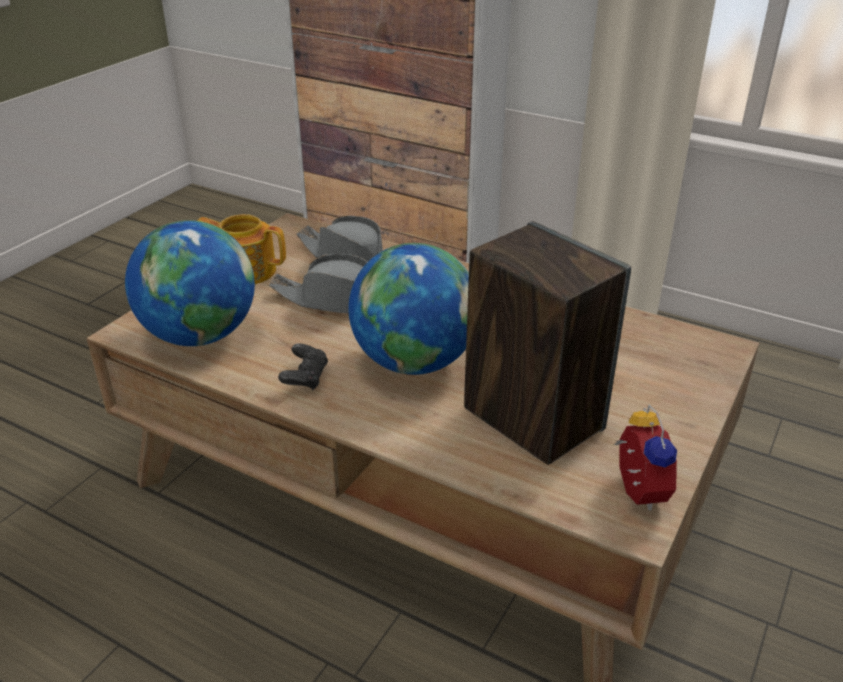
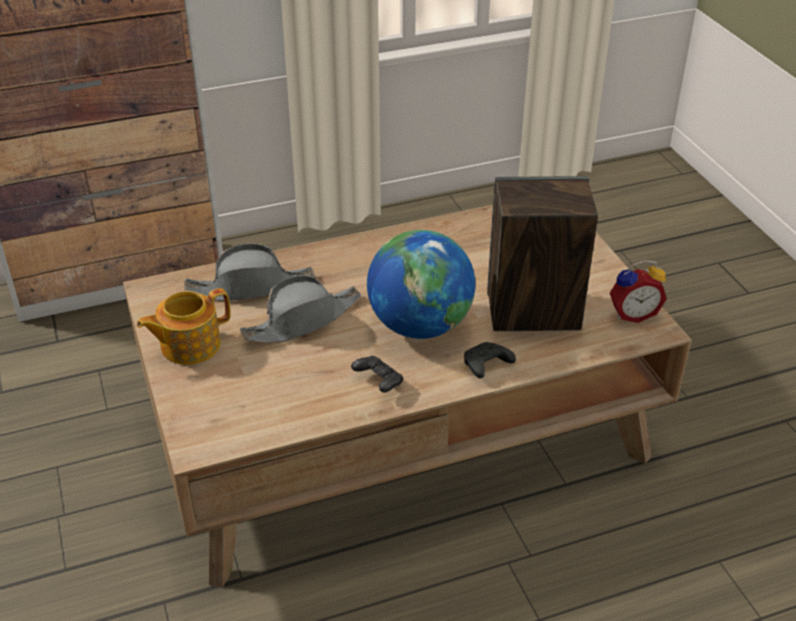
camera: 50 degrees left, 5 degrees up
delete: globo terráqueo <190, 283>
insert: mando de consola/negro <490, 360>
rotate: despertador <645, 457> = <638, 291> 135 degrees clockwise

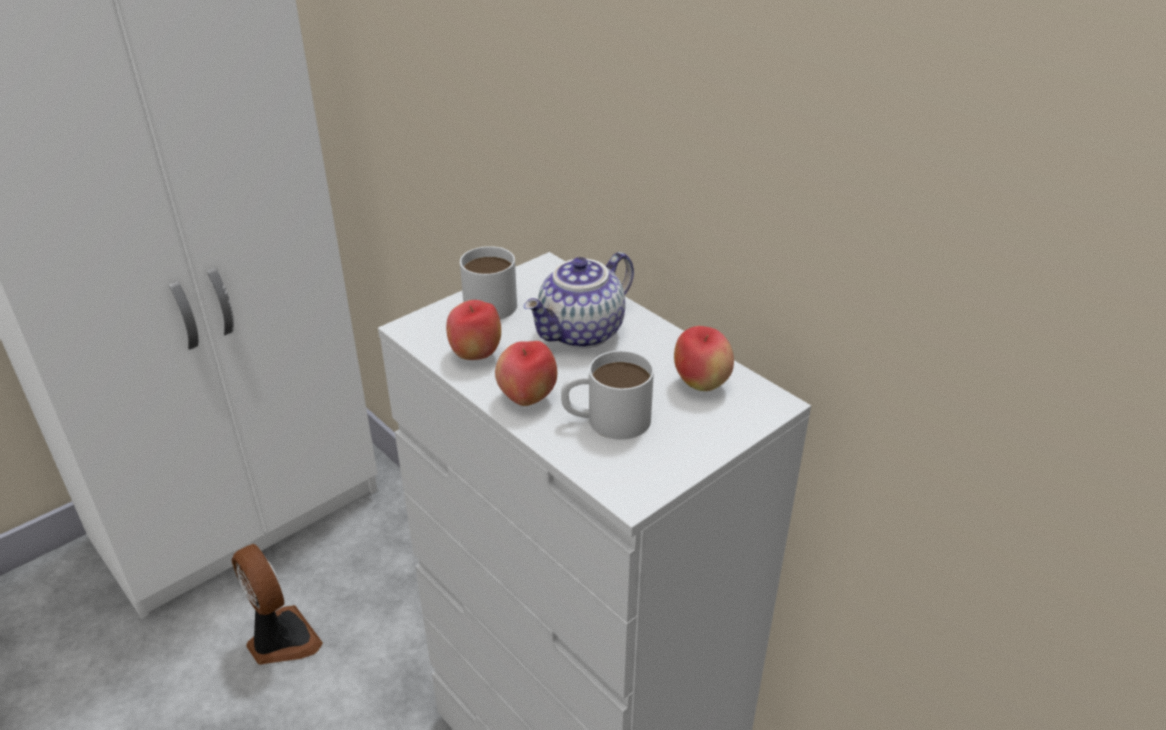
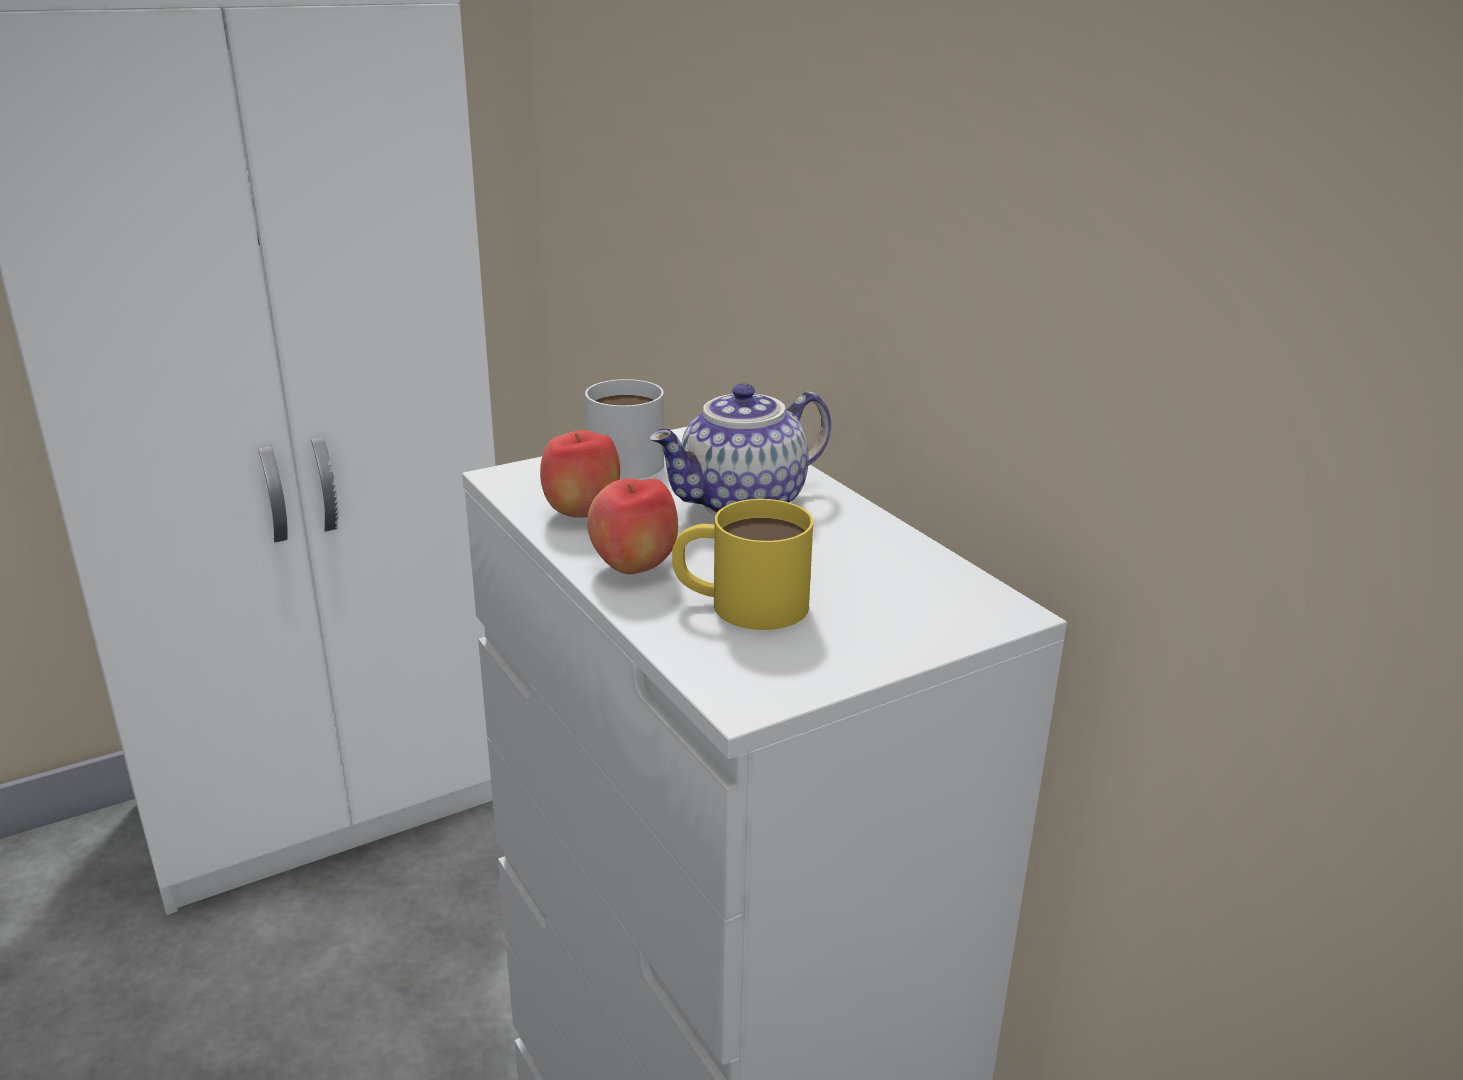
camera: 10 degrees right, 10 degrees down
delete: ventilador <277, 604>; manzana <704, 358>
recolor: taza grande/blanco <607, 395> to taza grande/amarillo <742, 564>

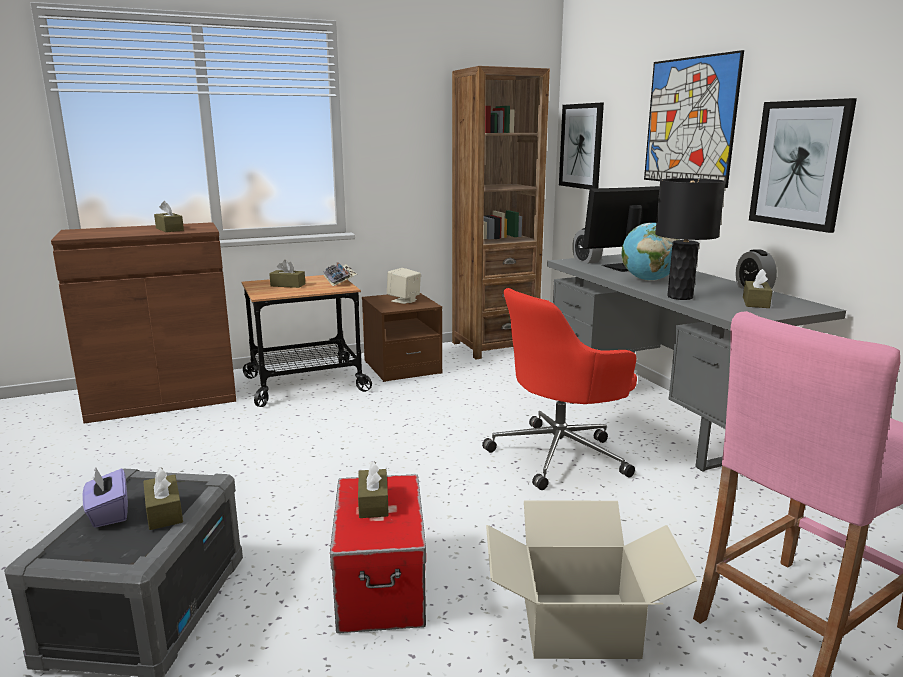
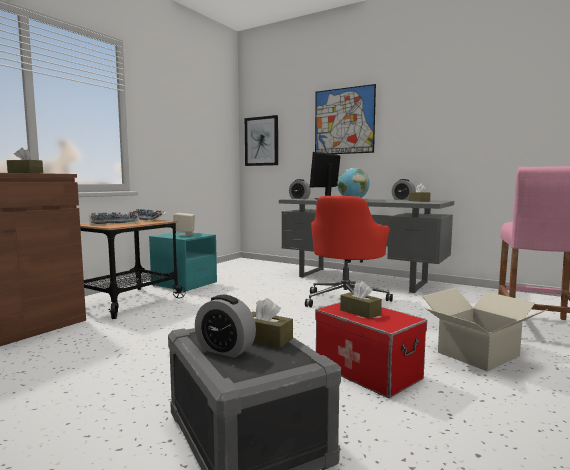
camera: 35 degrees left, 10 degrees down
delete: estantería/marrón <501, 212>; lámpara de mesa/negro <690, 239>; cuadro <803, 165>
replace: caja de pañuelos/marrón <287, 274> to teclado <114, 218>; caja de pañuelos/morado <105, 498> to despertador <225, 326>
recolor: mesita de noche/marrón <402, 337> to mesita de noche/turquesa <183, 261>

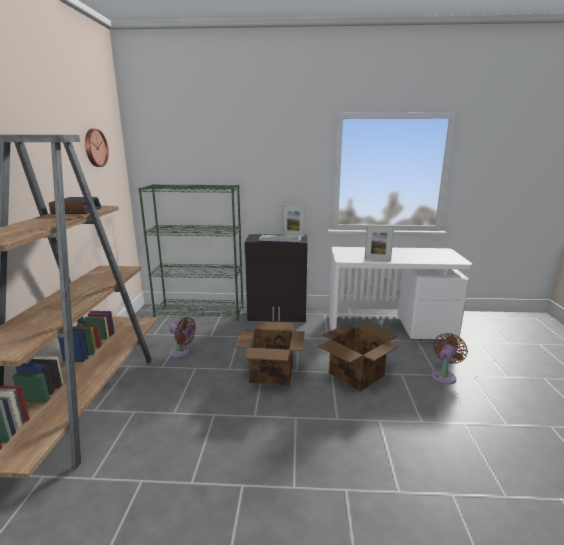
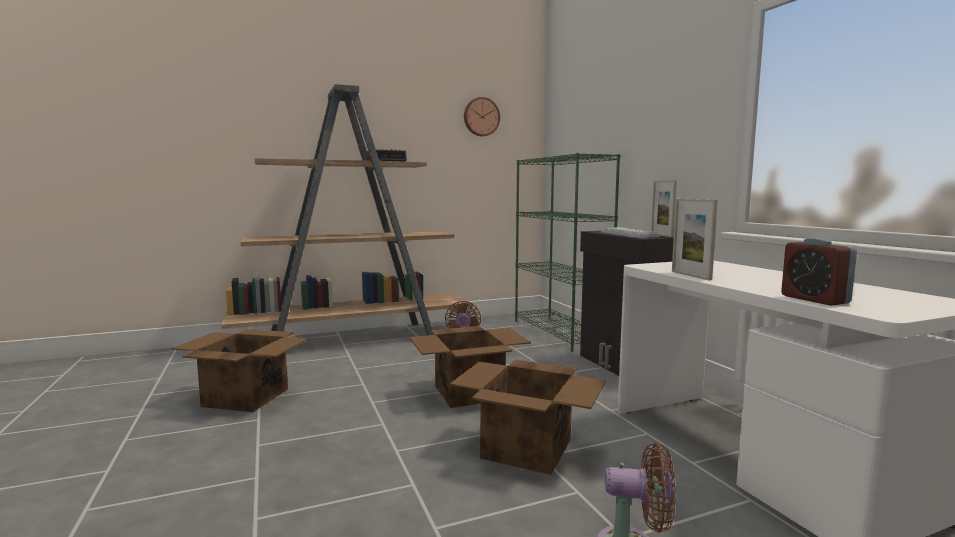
camera: 65 degrees right, 10 degrees down
insert: caja de cartón <240, 370>; despertador <819, 272>

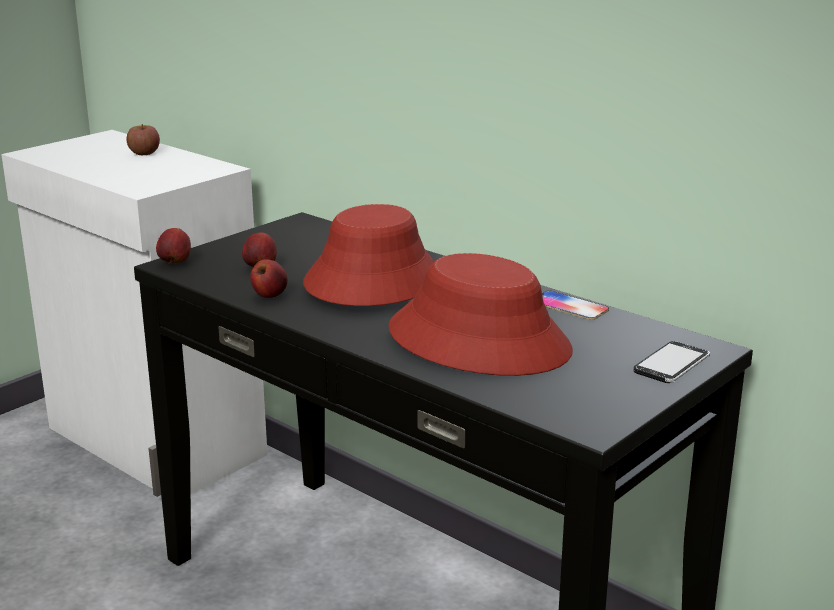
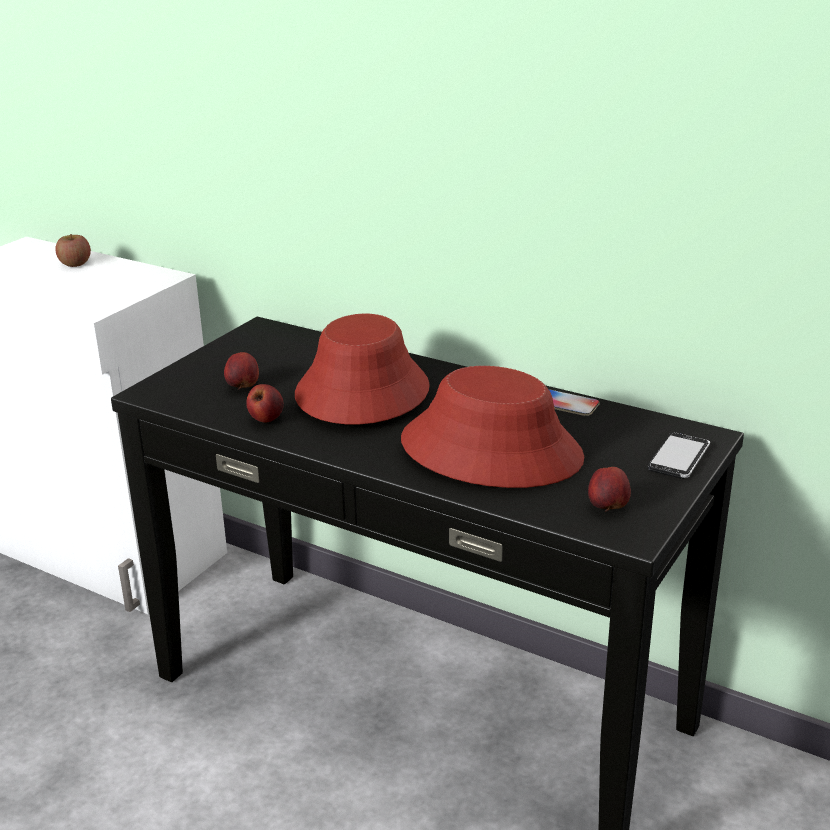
camera: 10 degrees left, 5 degrees up
move: manzana <173, 246> to <609, 489>

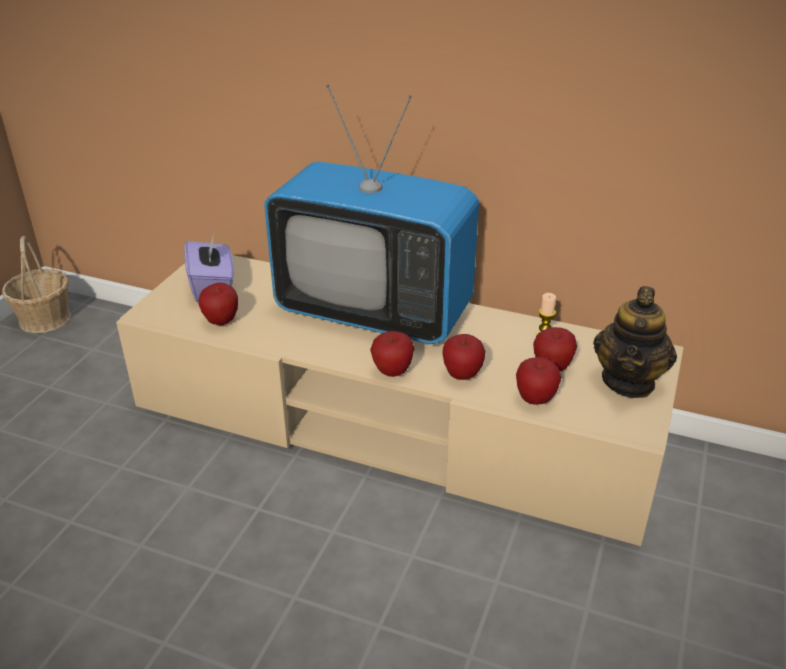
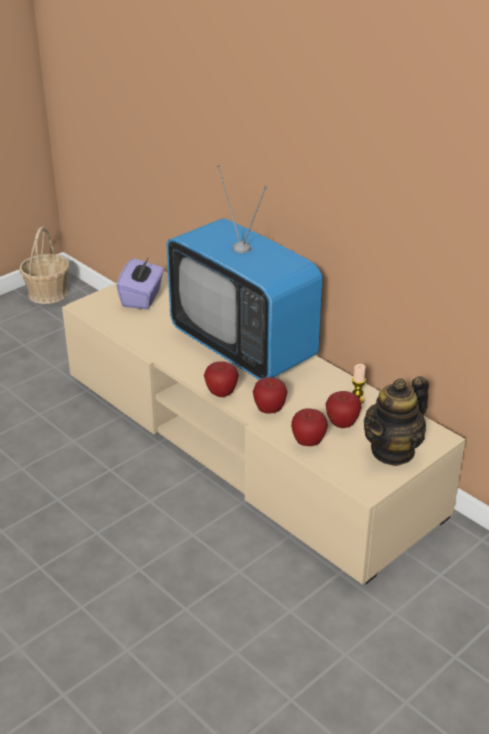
camera: 25 degrees right, 0 degrees up
delete: manzana <218, 303>

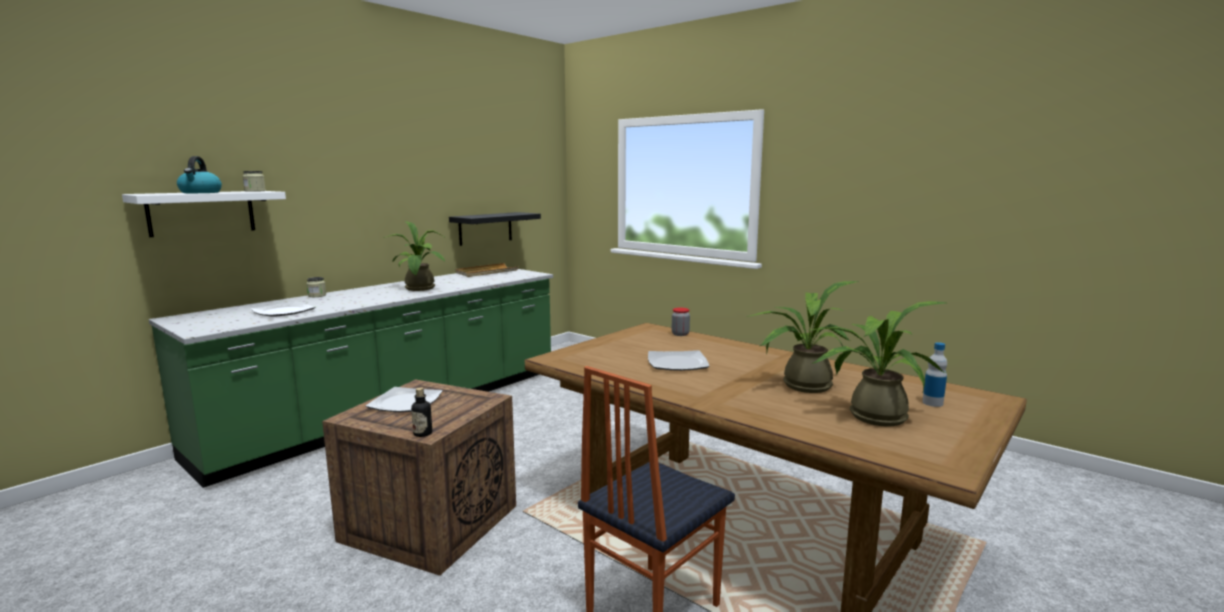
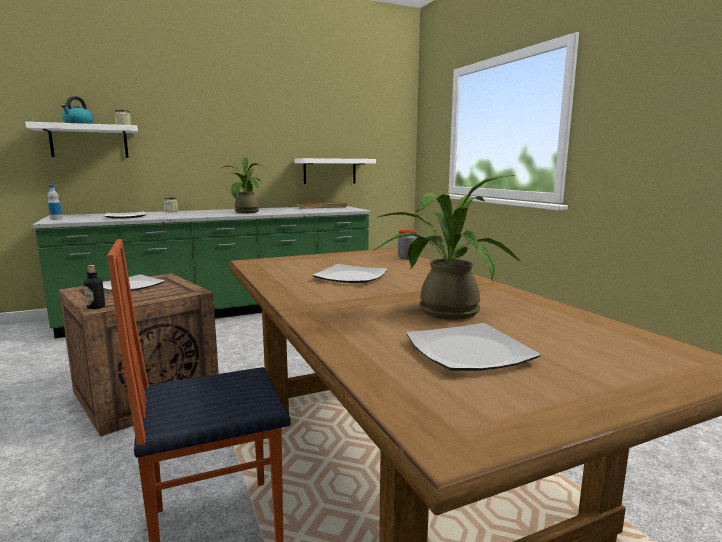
camera: 25 degrees right, 0 degrees up
move: botella <934, 374> to <55, 202>
replace: planta en maceta <878, 364> to plato <473, 347>
recolor: estante/negro <495, 229> to estante/blanco <335, 171>

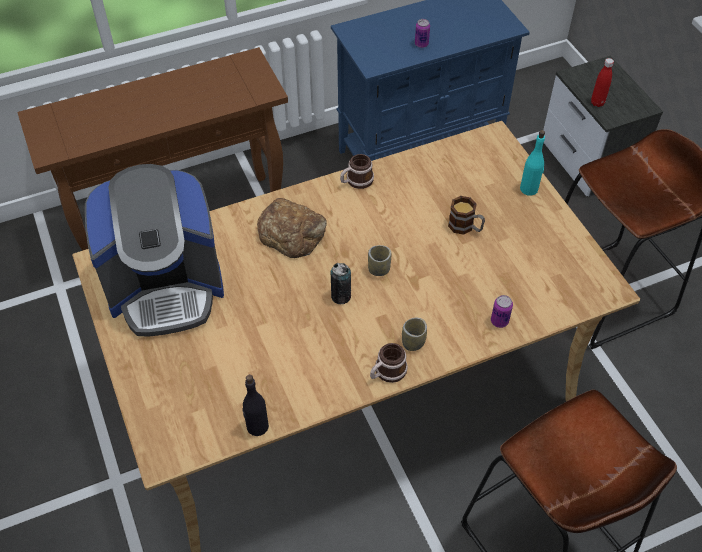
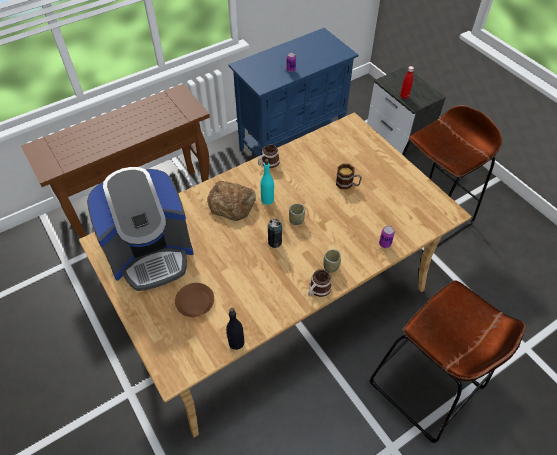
camera: 10 degrees left, 0 degrees up
insert: plato/marrón <194, 300>
move: botella/turquesa <532, 163> to <267, 182>

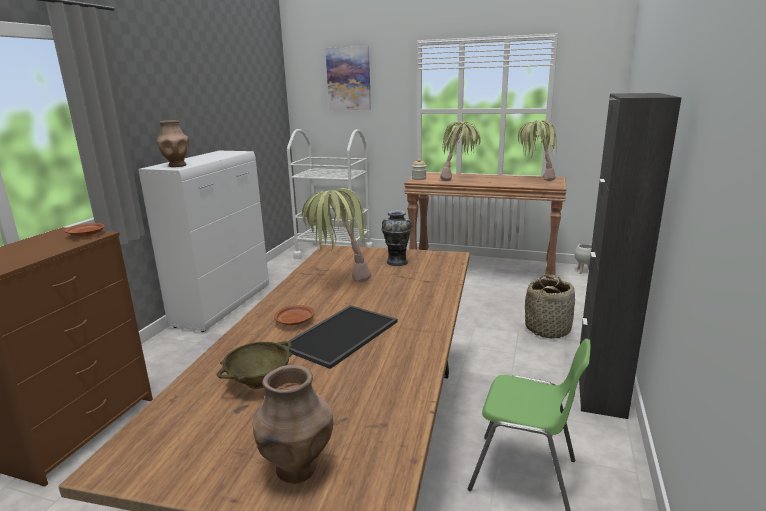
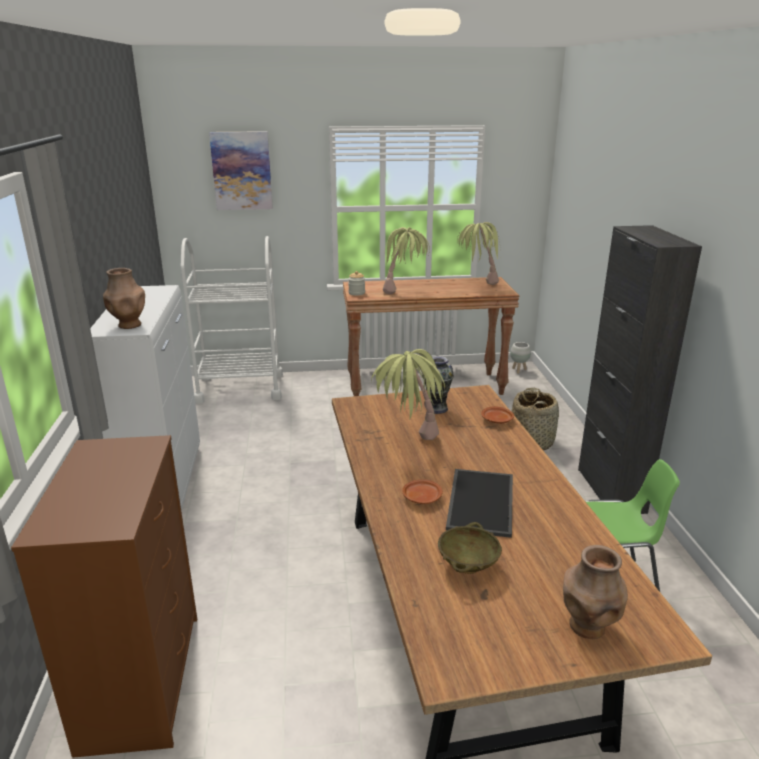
camera: 25 degrees left, 5 degrees up
move: plato/marrón <85, 230> to <497, 415>

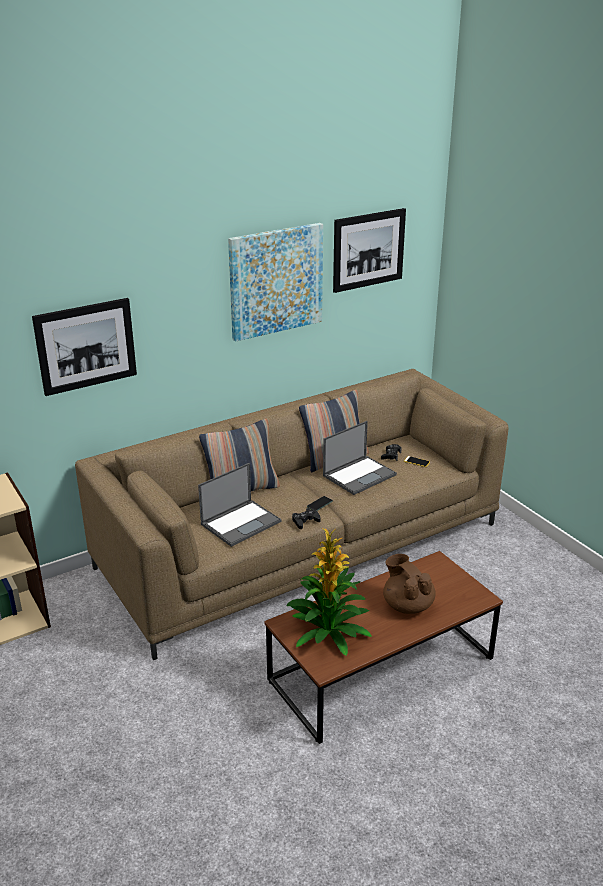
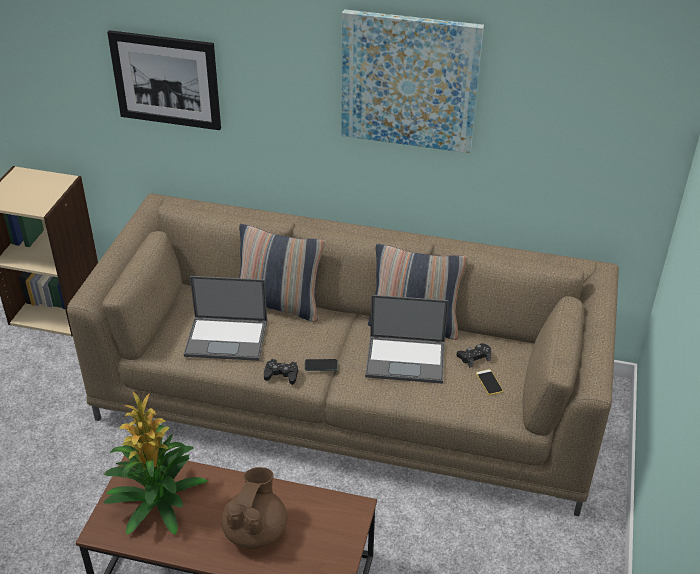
camera: 45 degrees right, 10 degrees up
delete: cuadro <369, 250>

